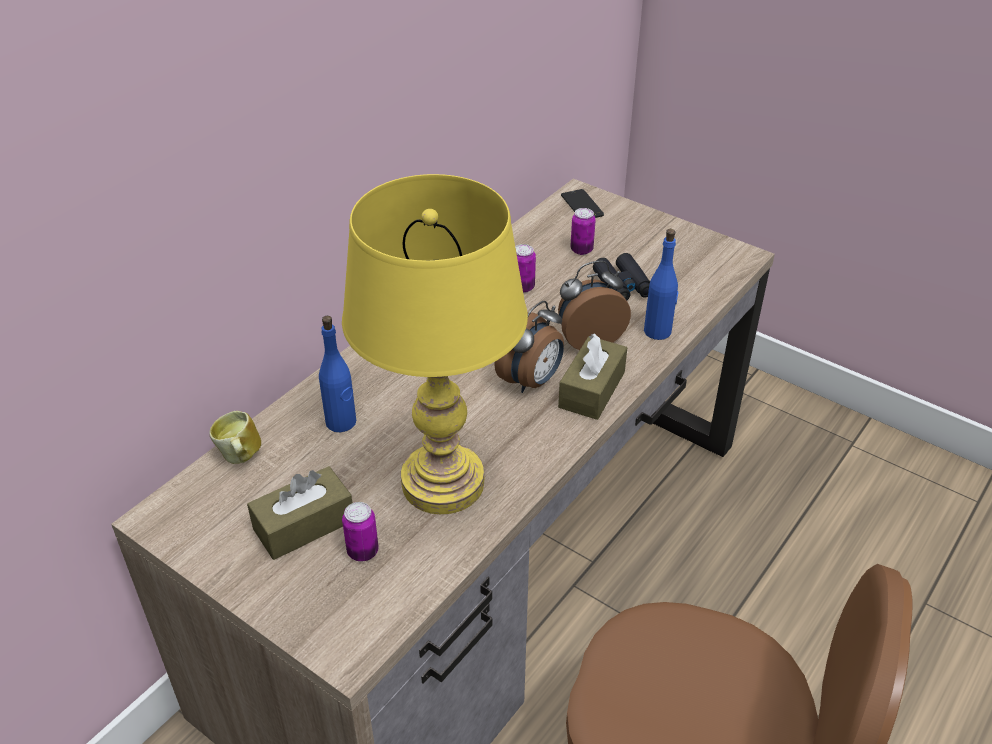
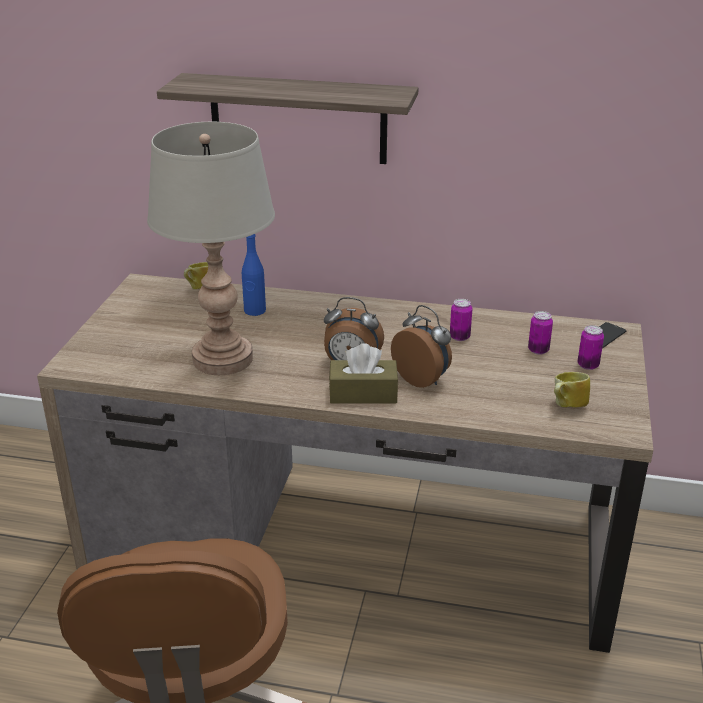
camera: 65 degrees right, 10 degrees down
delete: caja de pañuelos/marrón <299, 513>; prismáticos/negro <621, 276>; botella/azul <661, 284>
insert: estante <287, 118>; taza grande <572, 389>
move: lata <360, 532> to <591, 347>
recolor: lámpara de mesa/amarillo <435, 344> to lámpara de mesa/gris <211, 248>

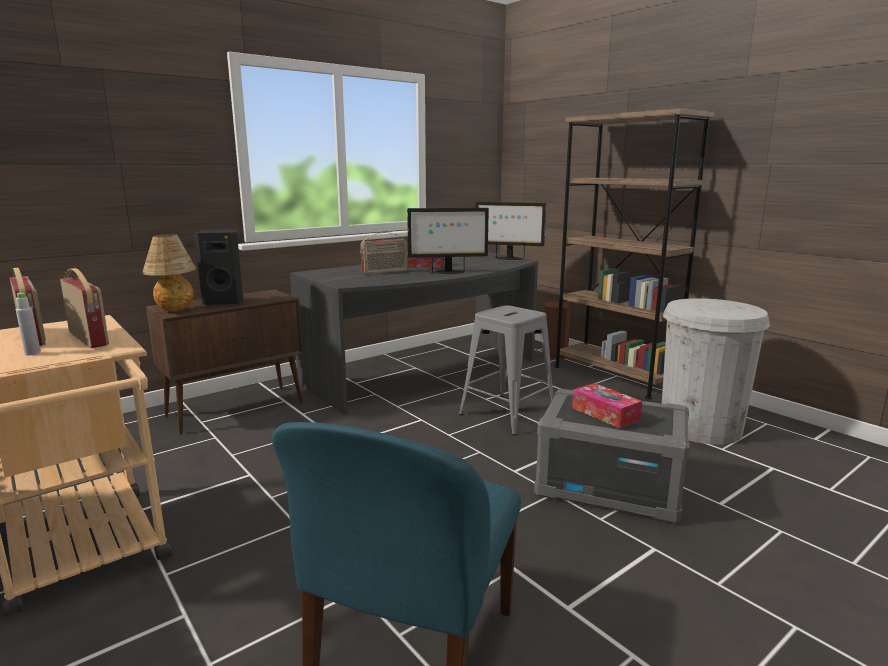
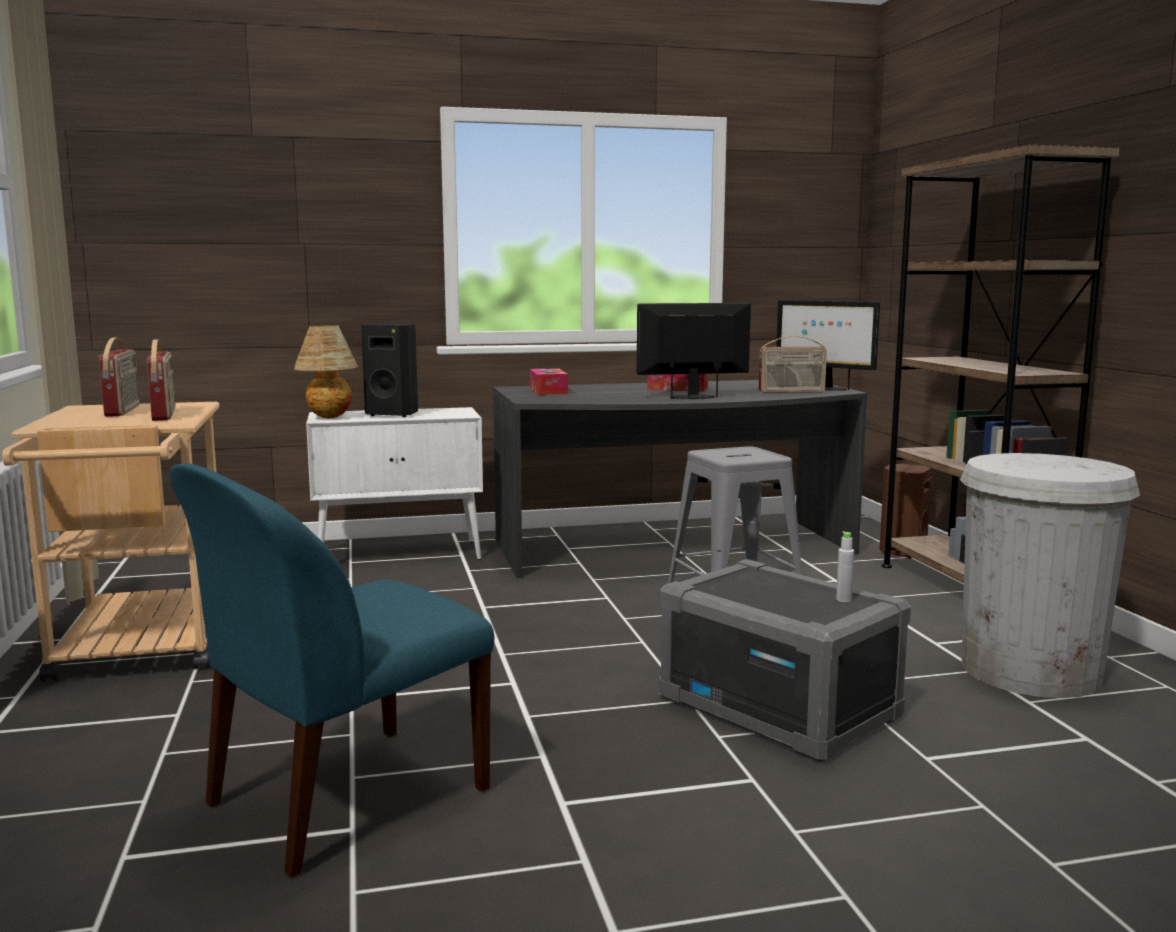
camera: 25 degrees right, 5 degrees down
move: caja de pañuelos <607, 406> to <549, 381>; radio <384, 253> to <793, 364>; botella/gris <28, 324> to <845, 567>
recolor: armario/marrón <224, 362> to armario/blanco <394, 483>
rotate: monitor <448, 241> = <694, 351> 150 degrees clockwise

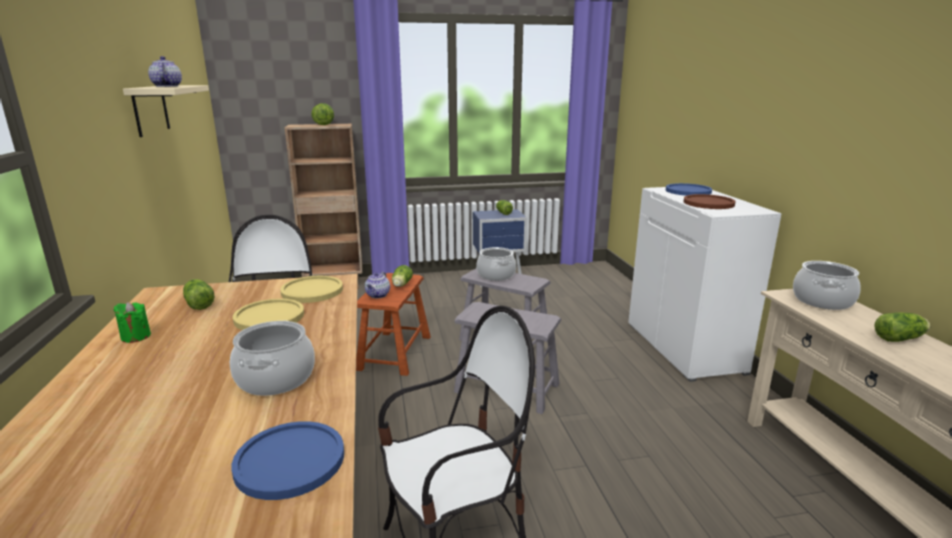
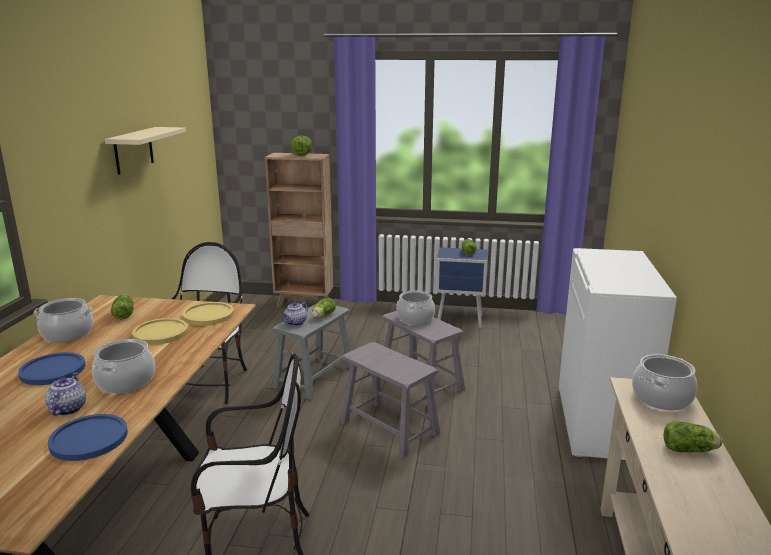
camera: 20 degrees right, 0 degrees up
delete: plato/marrón <709, 201>
move: plato/azul <689, 189> to <51, 368>; tetera <165, 71> to <65, 394>
replace: vela/verde <132, 322> to olla <63, 320>
recolor: taburete/marrón <393, 324> to taburete/gris <311, 352>

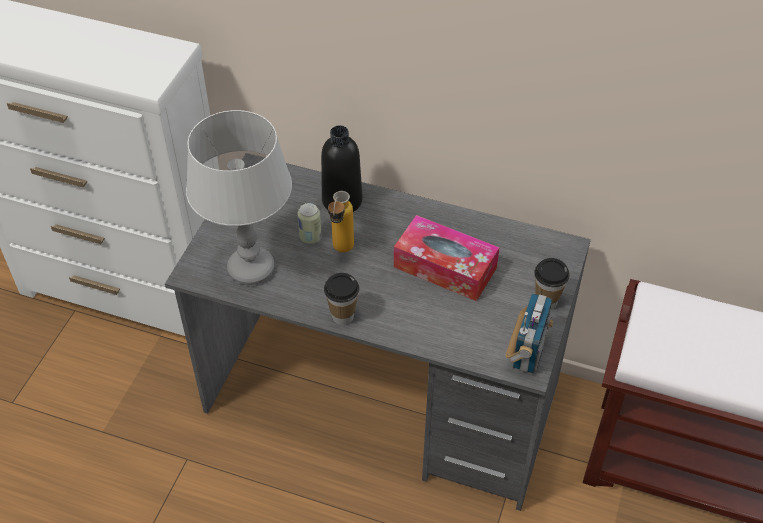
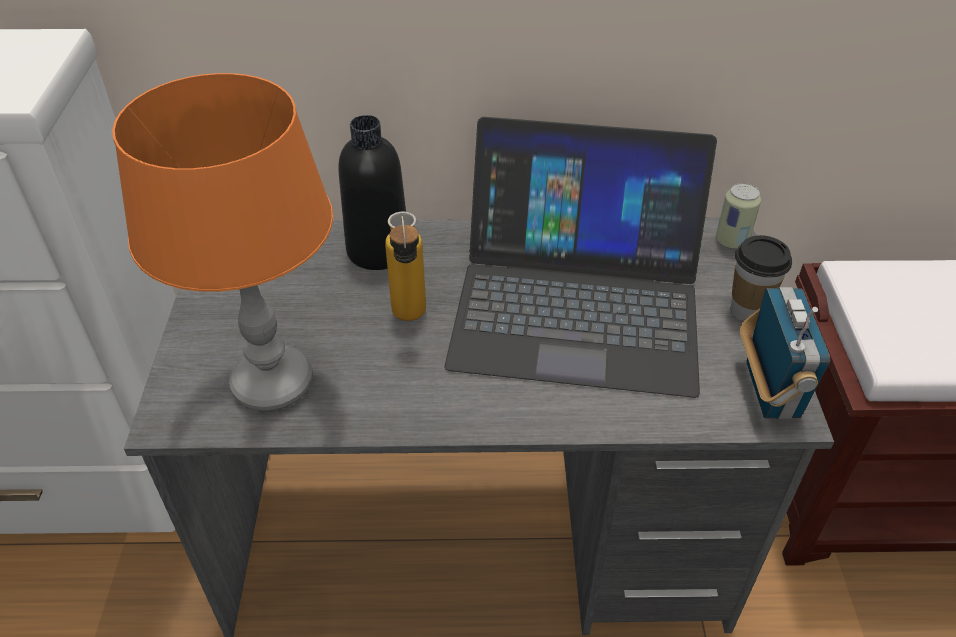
camera: 20 degrees left, 5 degrees down
delete: taza <341, 299>
move: lata <309, 223> to <738, 216>
replace: caja de pañuelos <447, 258> to portátil <580, 257>
recolor: lámpara de mesa/gris <239, 197> to lámpara de mesa/naranja <222, 242>

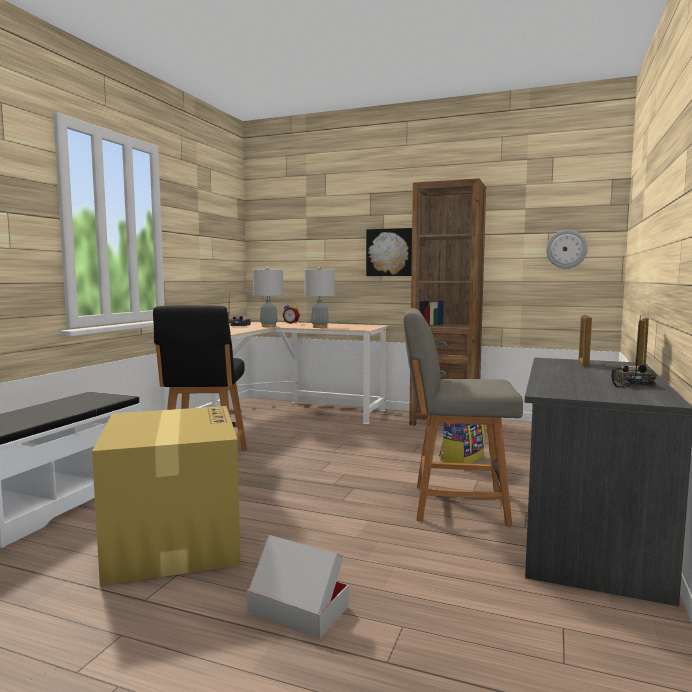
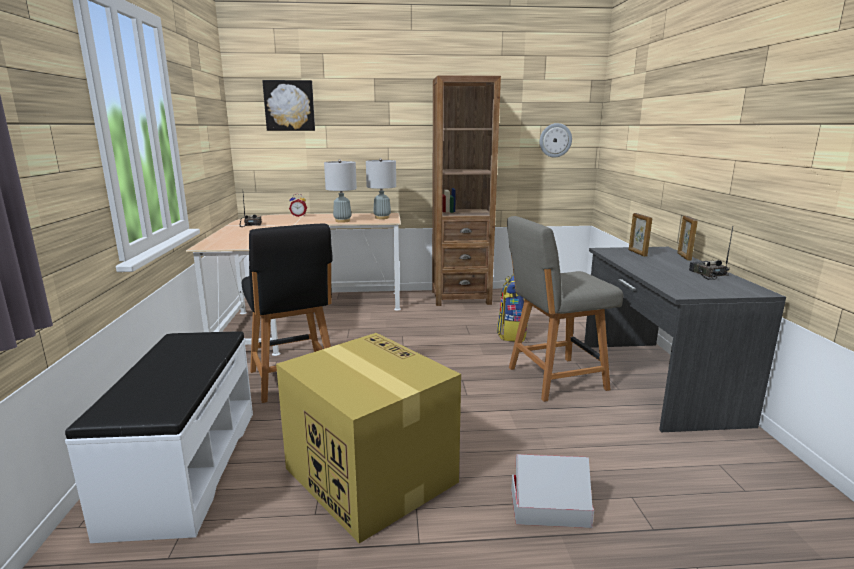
camera: 25 degrees left, 10 degrees up
move: cuadro <389, 252> to <288, 105>; lámpara de mesa/gris <268, 297> to <381, 188>

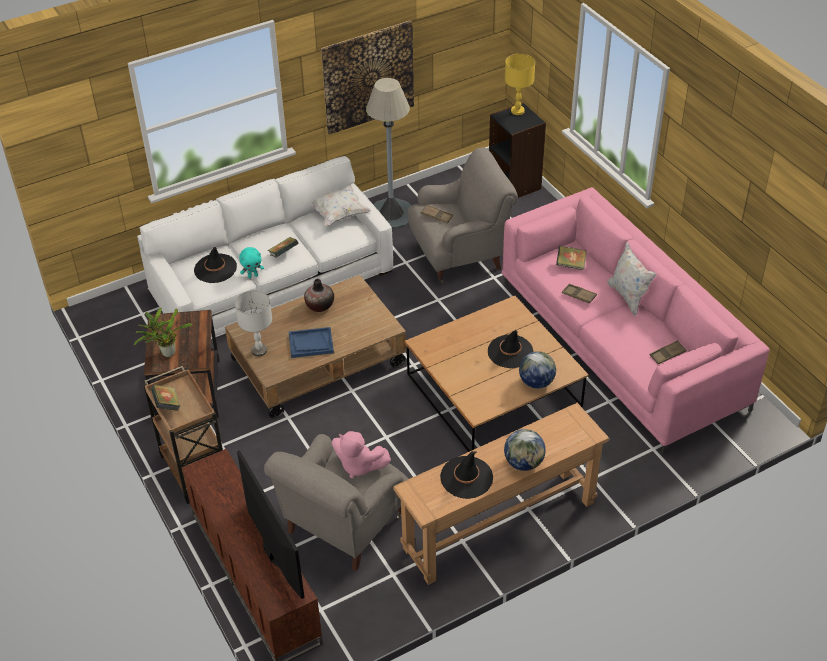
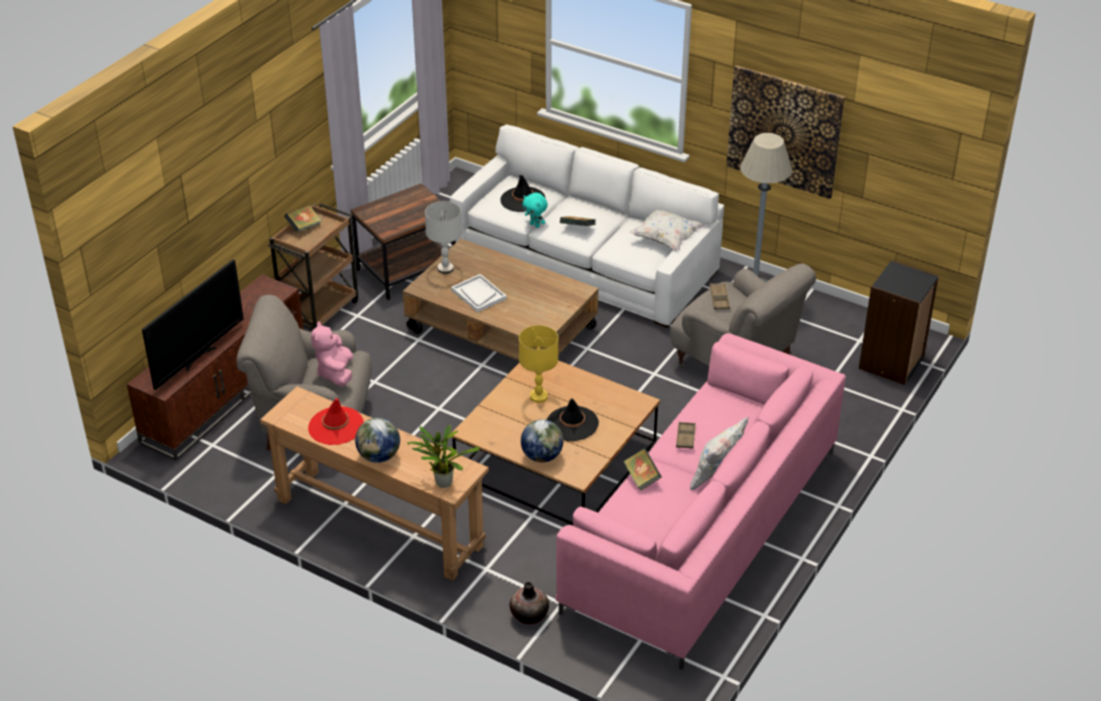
camera: 60 degrees right, 5 degrees down
delete: bandeja/marrón <668, 352>
move: planta en maceta <163, 332> to <443, 456>; florero <319, 295> to <529, 603>; lámpara de mesa/amarillo <520, 84> to <538, 364>; libro <571, 257> to <642, 469>
recolor: sombrero/negro <466, 475> to sombrero/rojo <336, 421>; bandeja/azul <311, 342> to bandeja/blanco <479, 293>

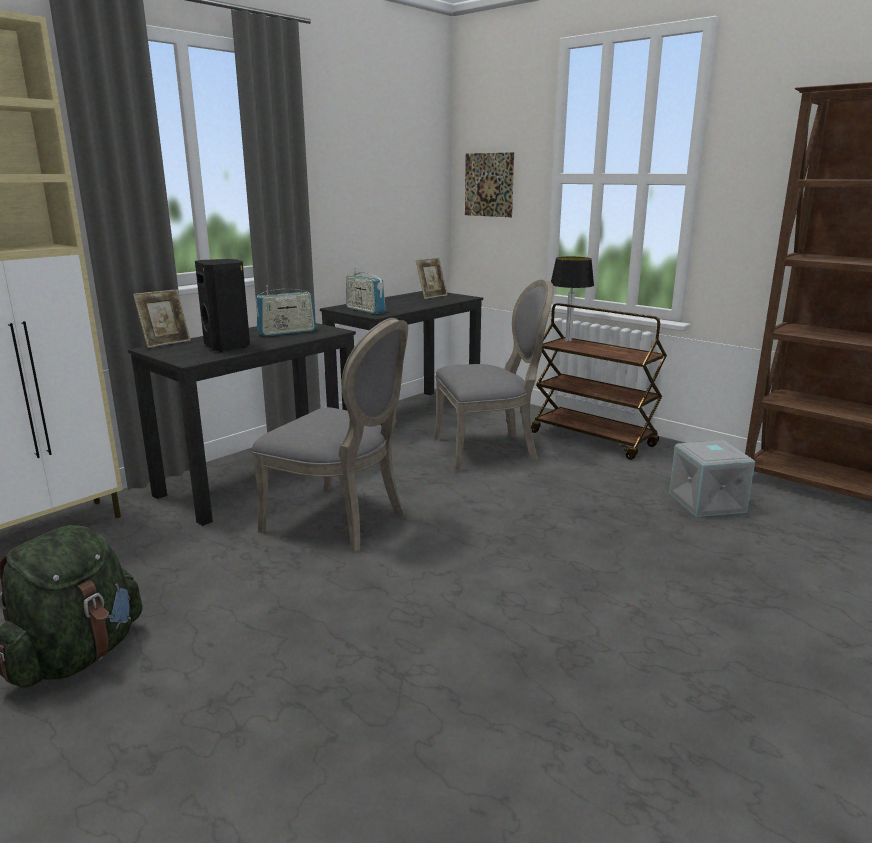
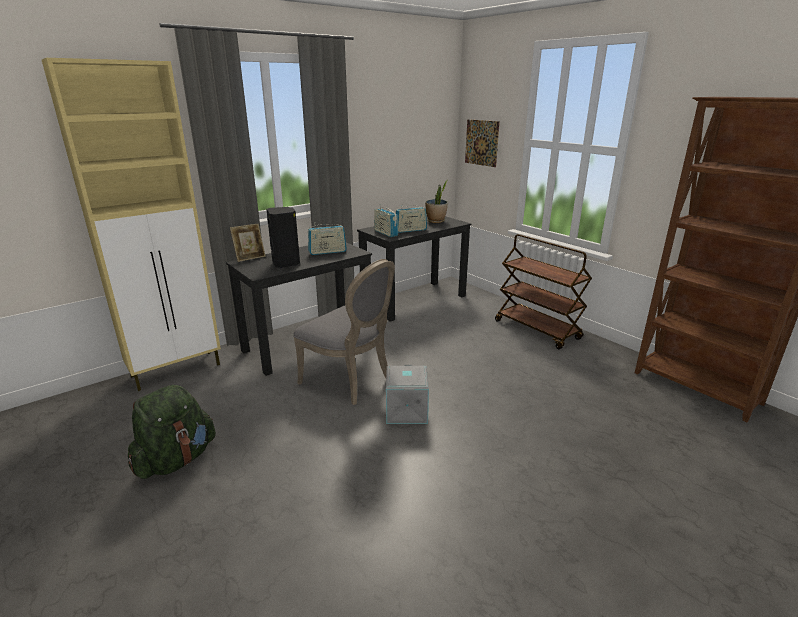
camera: 10 degrees right, 5 degrees up
delete: silla/gris <494, 376>; lámpara de mesa <572, 299>
insert: radio <411, 218>
move: caja de almacenaje/gris <712, 478> to <407, 394>
replace: portarretratos <431, 278> to planta en maceta <436, 201>

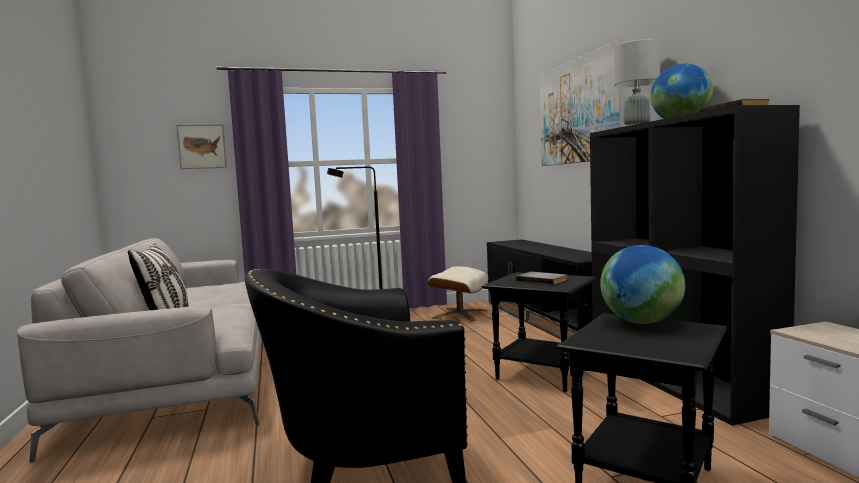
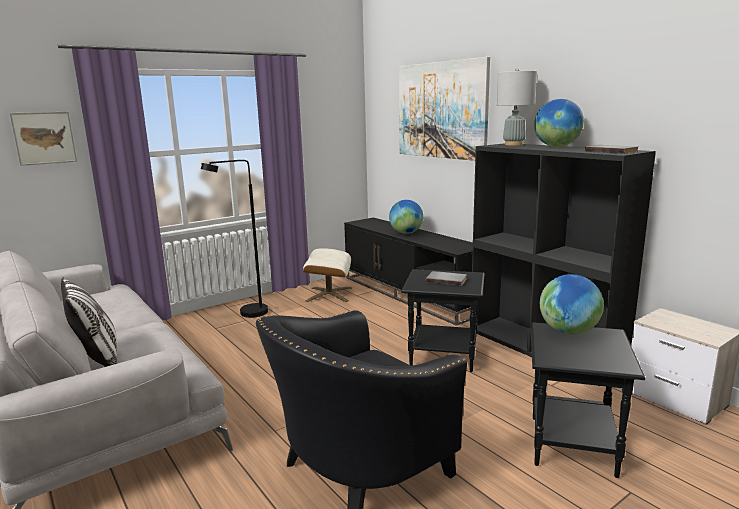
camera: 20 degrees left, 10 degrees up
insert: globo terráqueo <406, 217>

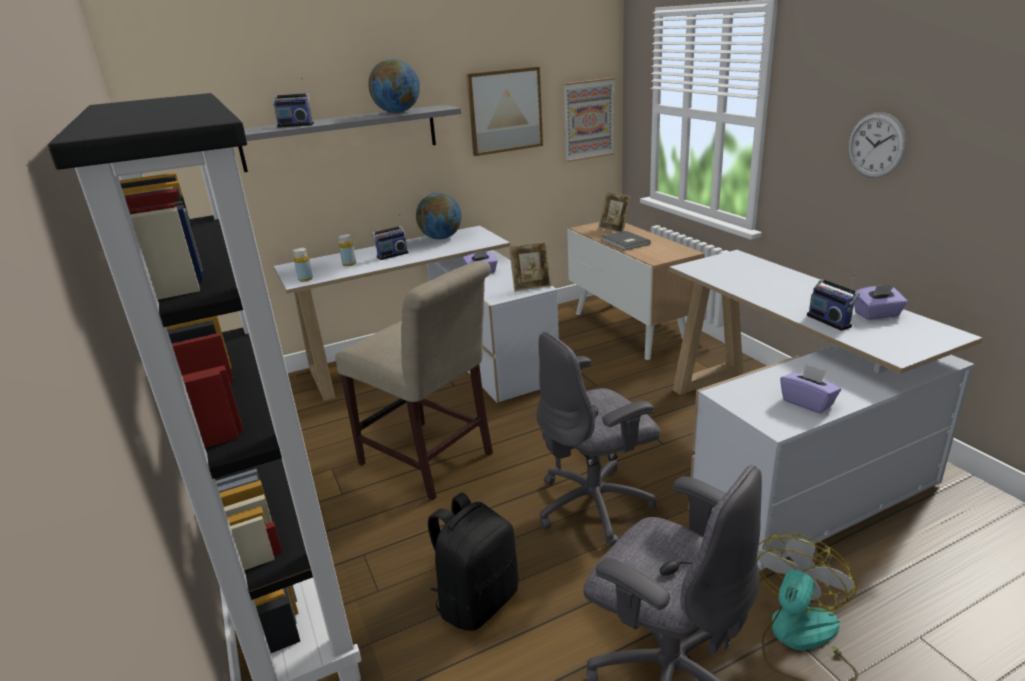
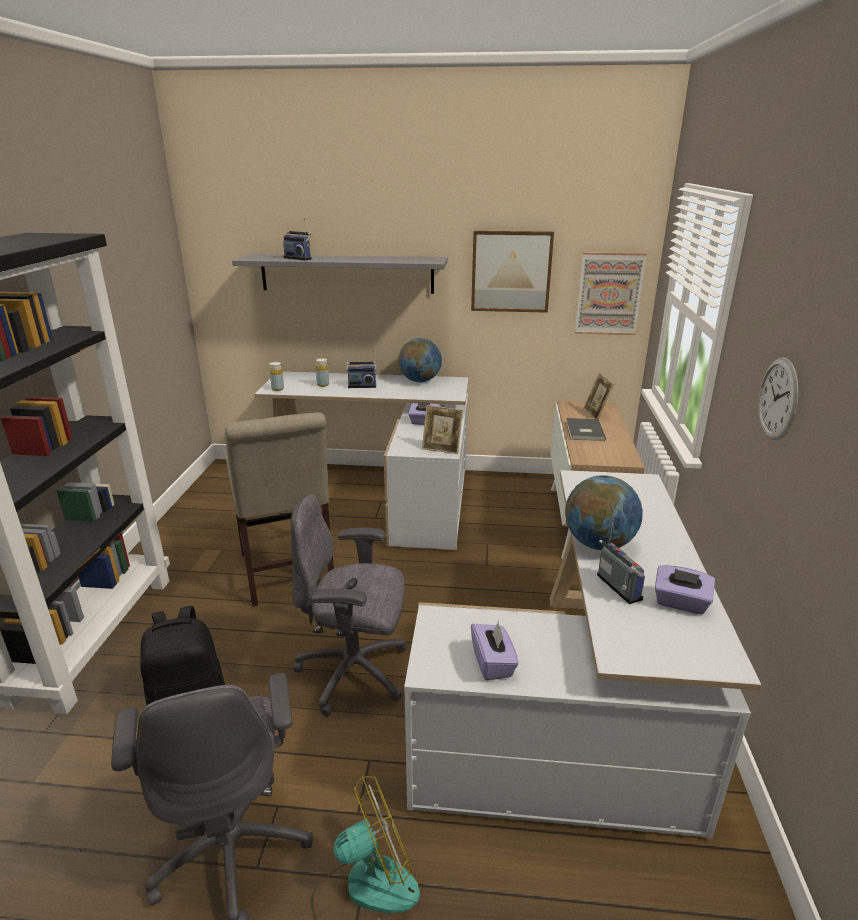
camera: 30 degrees right, 0 degrees up
move: globo terráqueo <394, 86> to <604, 512>
rotate: radio <833, 302> = <621, 561> 150 degrees clockwise

